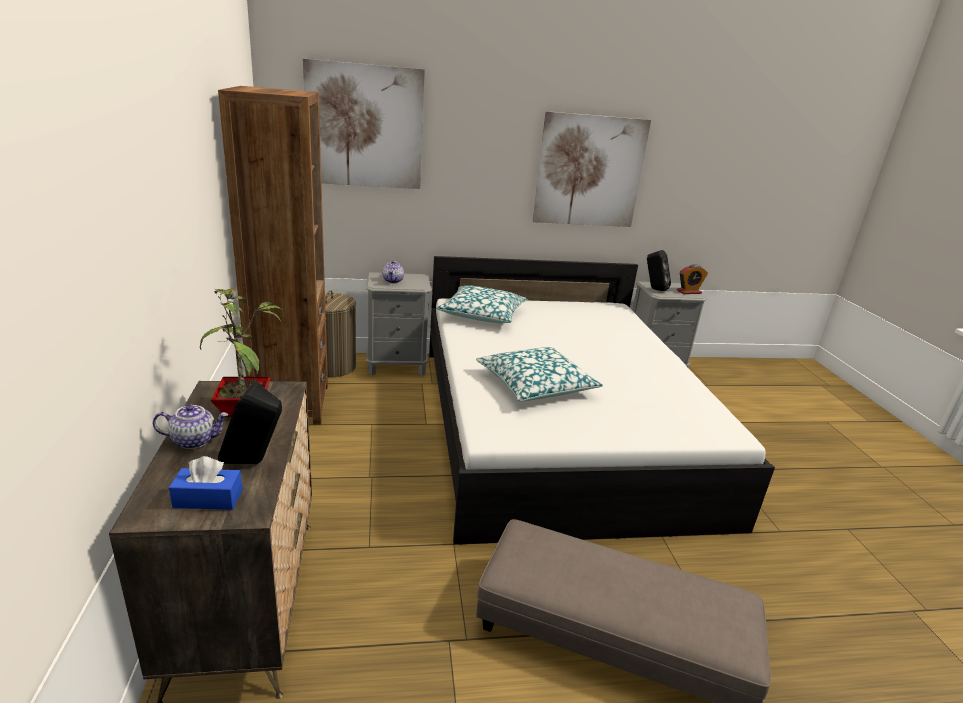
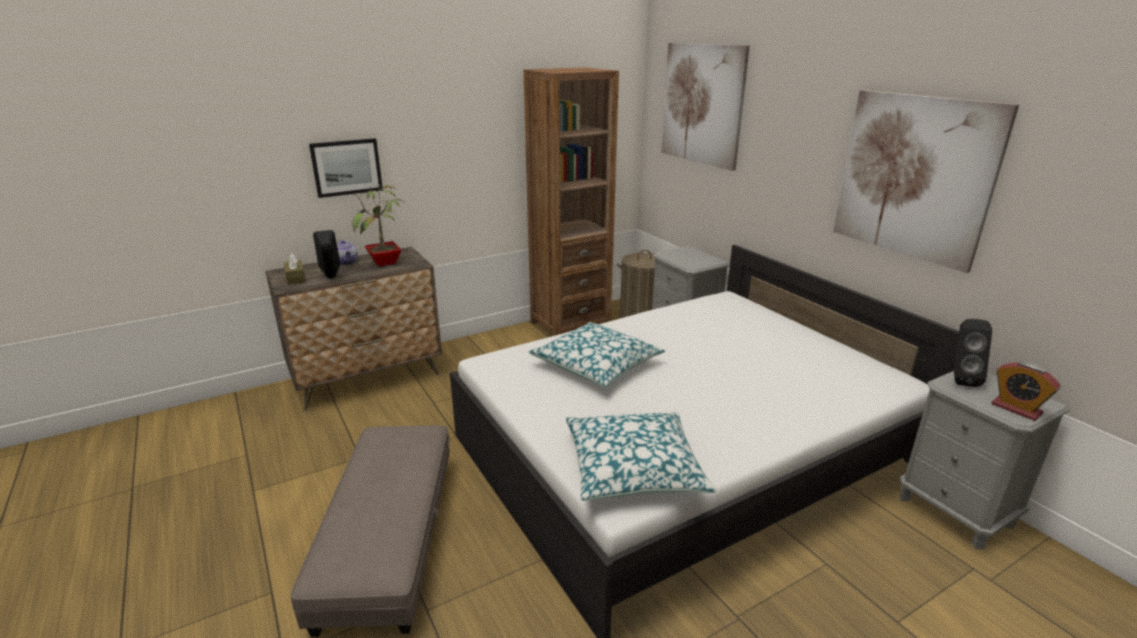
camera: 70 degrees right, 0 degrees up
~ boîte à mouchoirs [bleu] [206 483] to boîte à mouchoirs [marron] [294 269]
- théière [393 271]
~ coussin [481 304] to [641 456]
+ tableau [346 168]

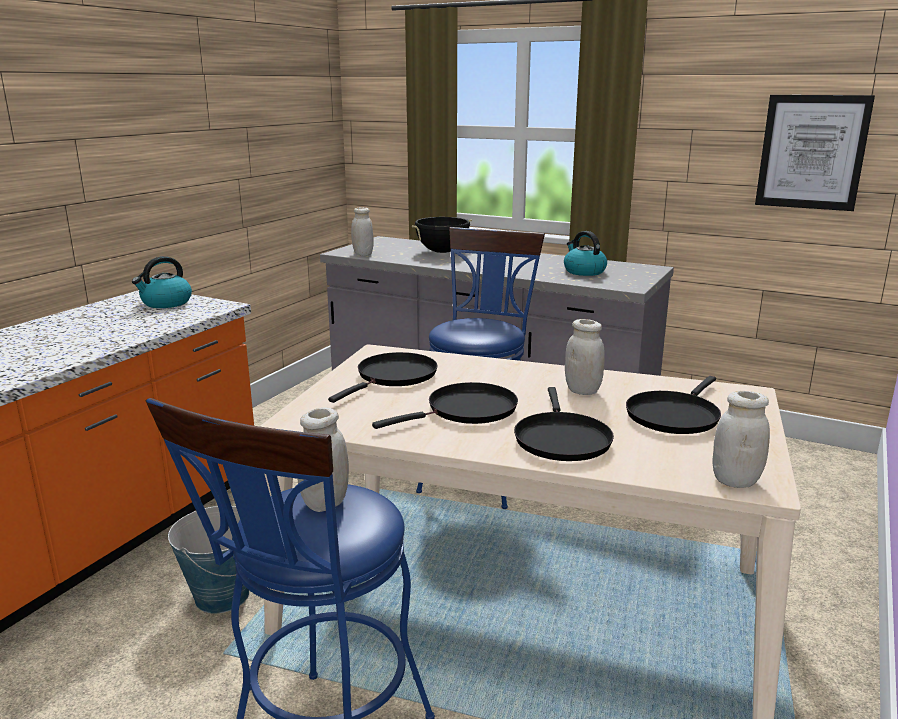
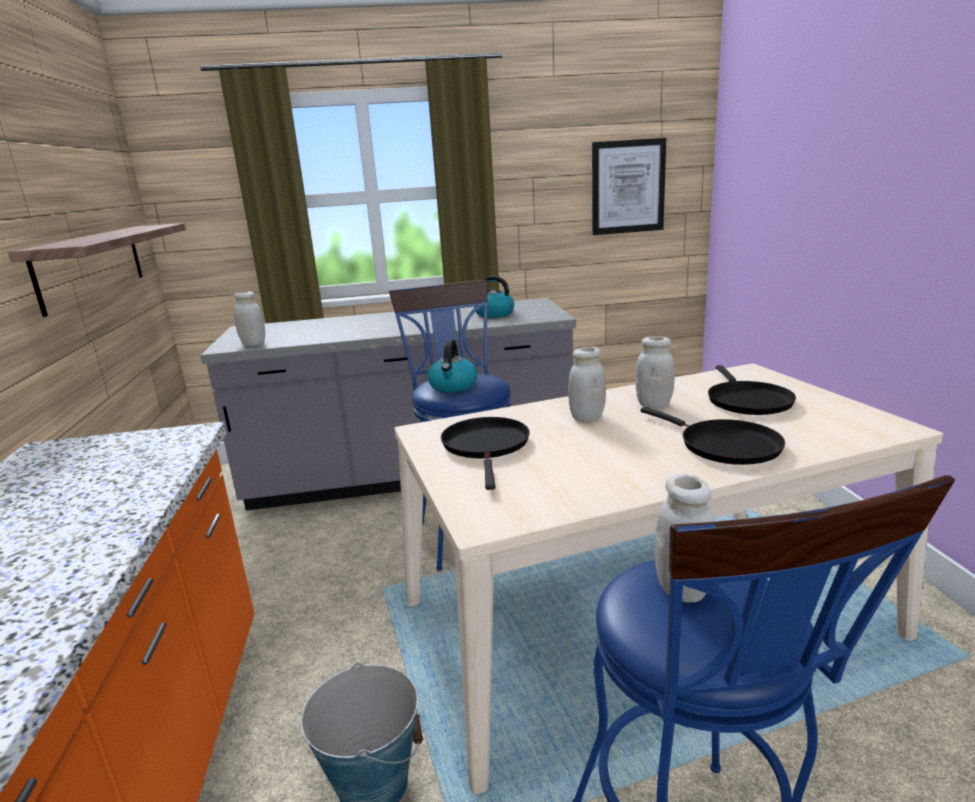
camera: 35 degrees left, 0 degrees up
~ bouilloire [162 282] to [452 365]
- poêle [noir] [445 405]
- marmite [noir] [442 235]
~ bocal [blanc] [741 439] to [587 384]
+ étagère [97 270]

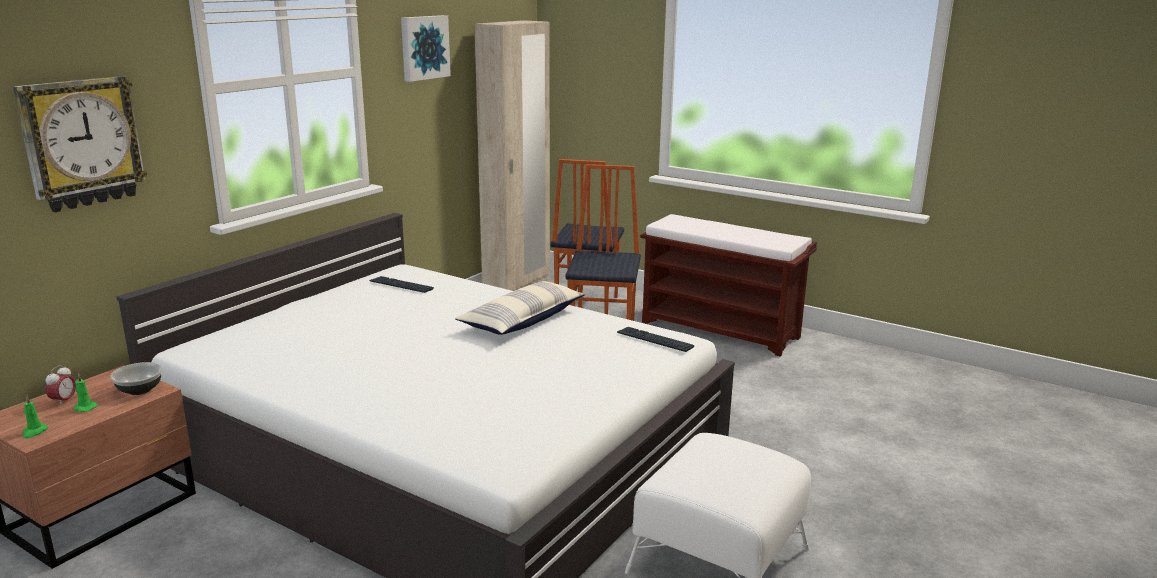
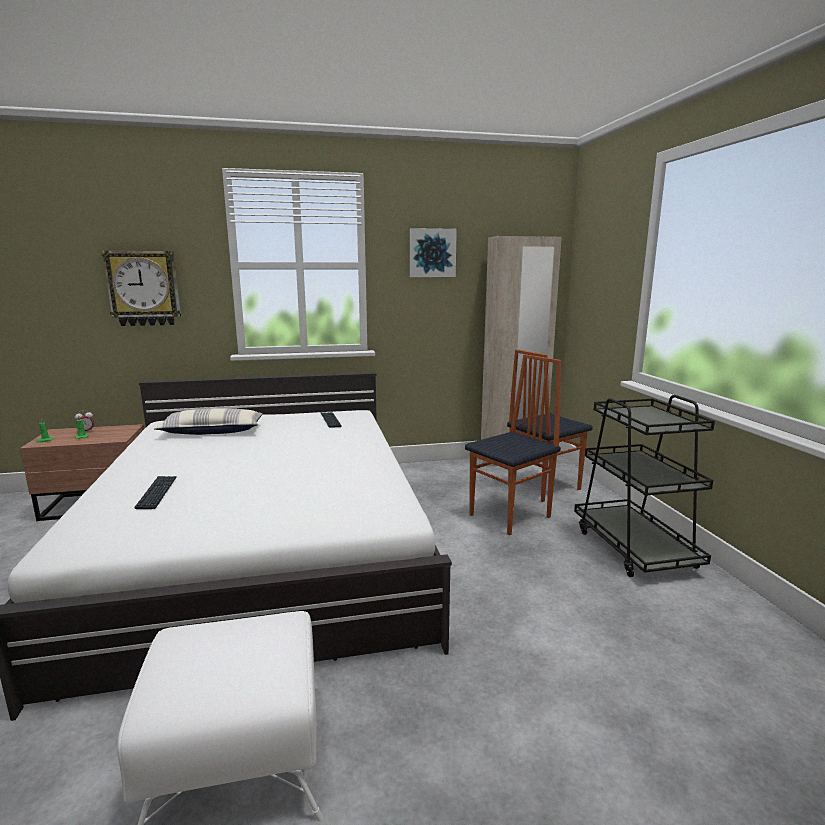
camera: 45 degrees right, 5 degrees down
- bol [136 378]
~ coussin [520 308] to [208 421]
~ clavier [656 339] to [156 492]
~ banc [marron] [728 285] to chariot [noir] [644 486]

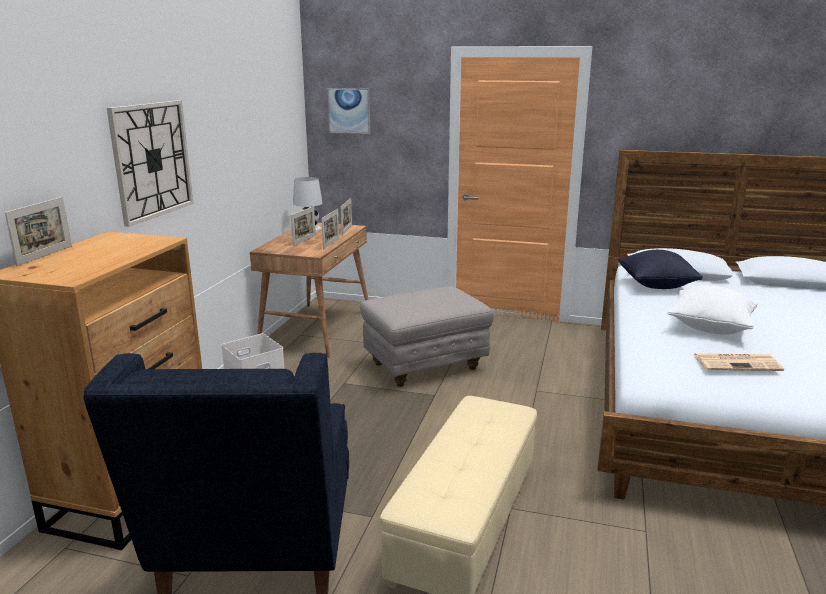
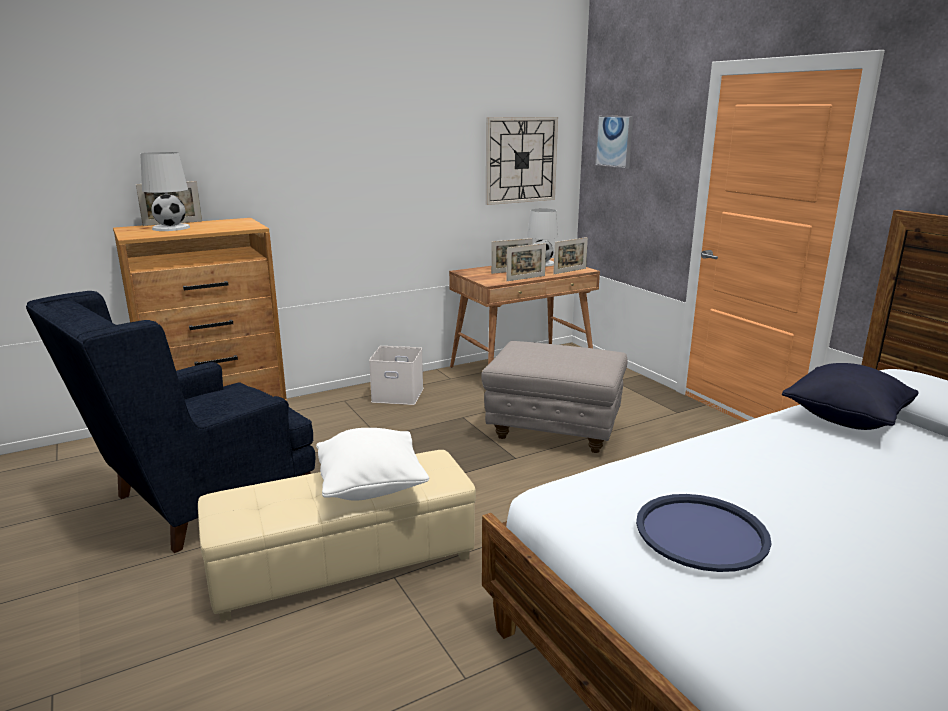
camera: 45 degrees right, 0 degrees up
~ horloge murale [150 163] to [522 161]
~ coussin [blanc] [712 310] to [372 464]
~ journal [739 362] to plateau [bleu] [703 533]
+ lampe de table [blanc] [165 191]

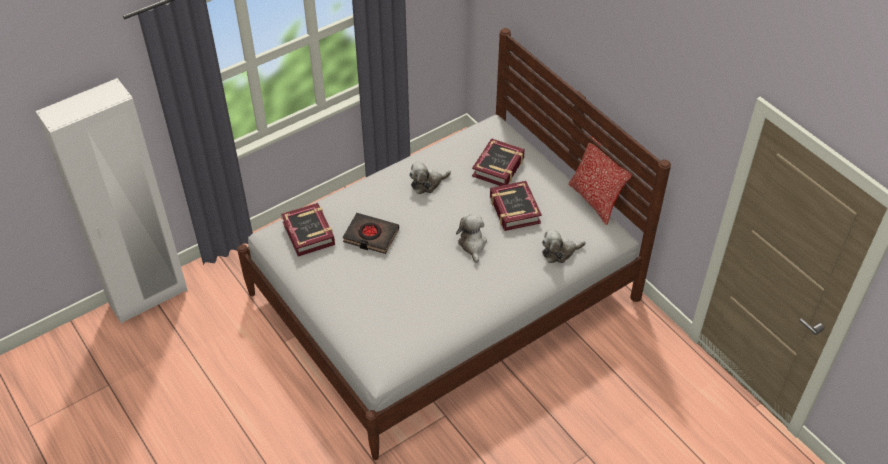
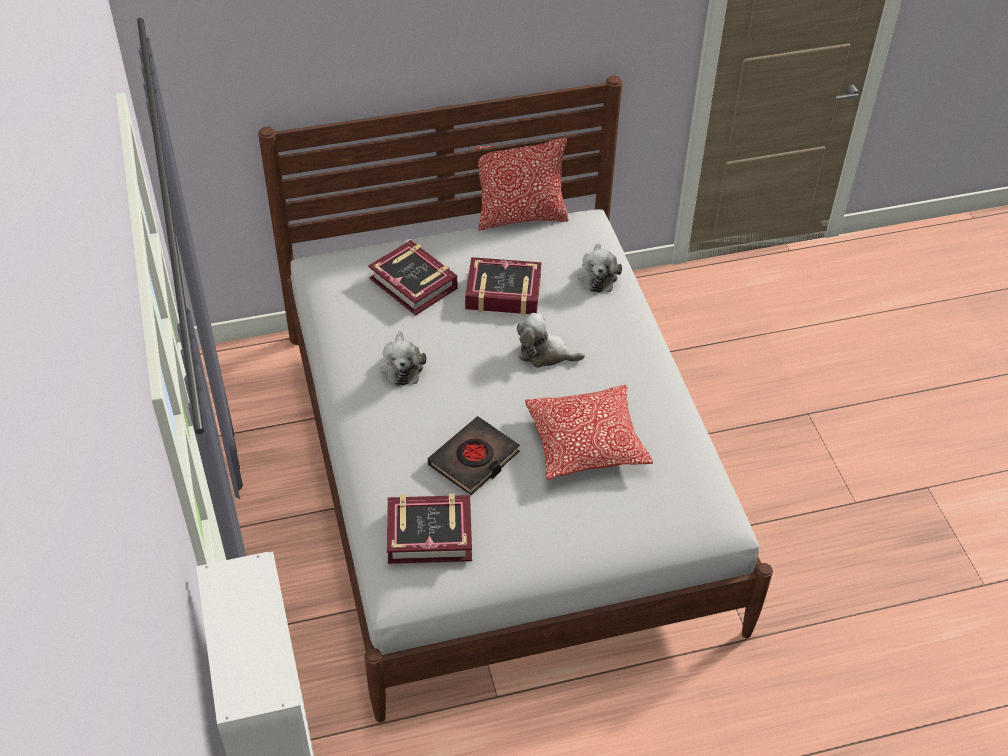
camera: 70 degrees left, 0 degrees up
+ coussin [589 432]

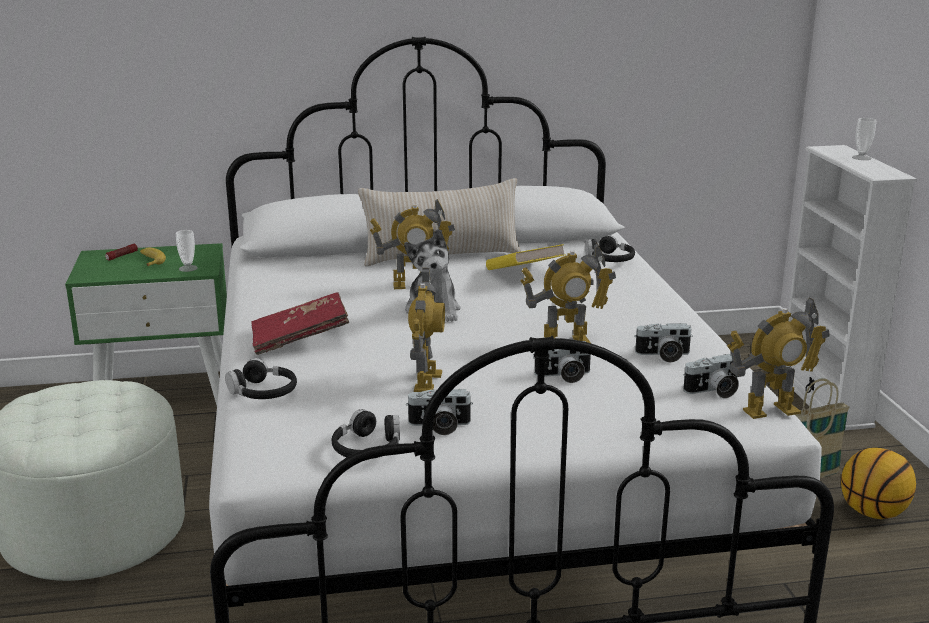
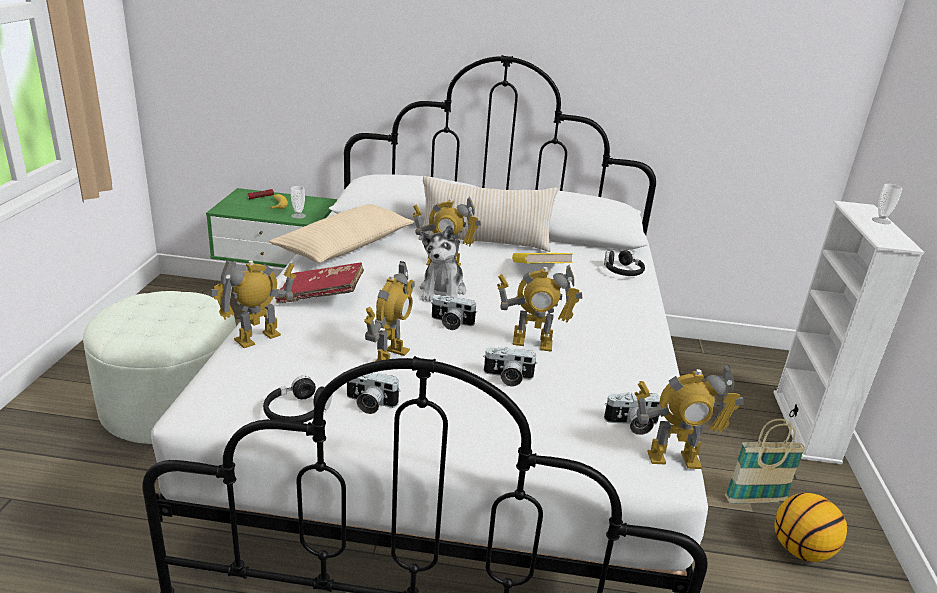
camera: 15 degrees right, 5 degrees up
~ casque audio [noir] [261 378] to robot jouet [253 304]
~ appareil photo [663 343] to [454 312]
+ coussin [beige] [341 233]

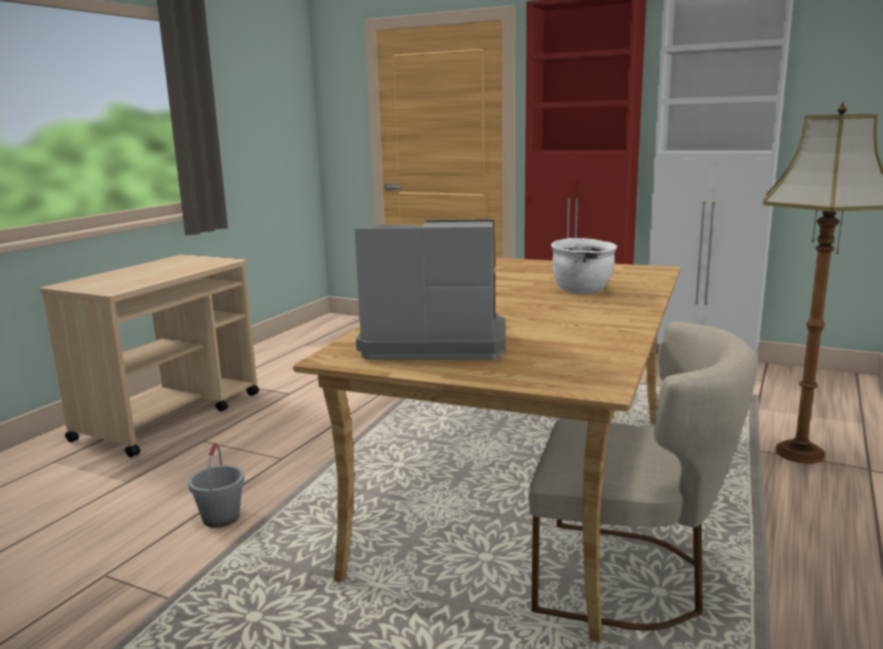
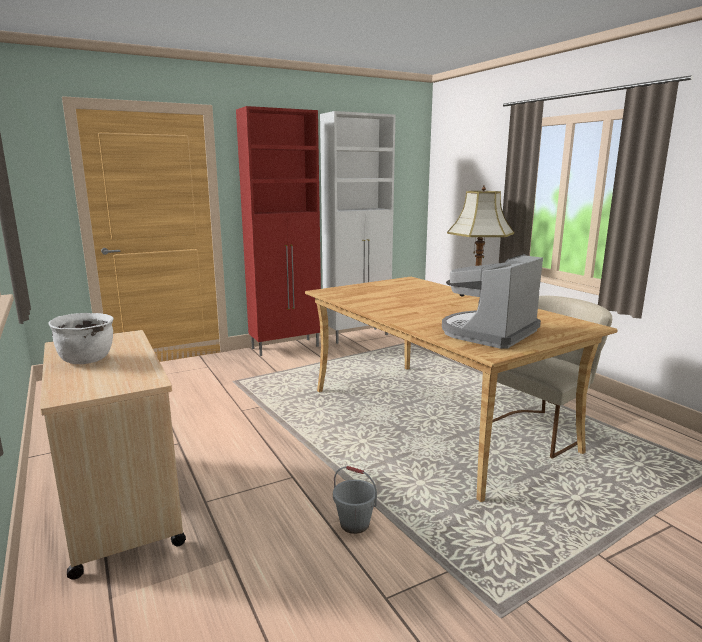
camera: 55 degrees left, 0 degrees up
~ marmite [blanc] [584 266] to [81 338]

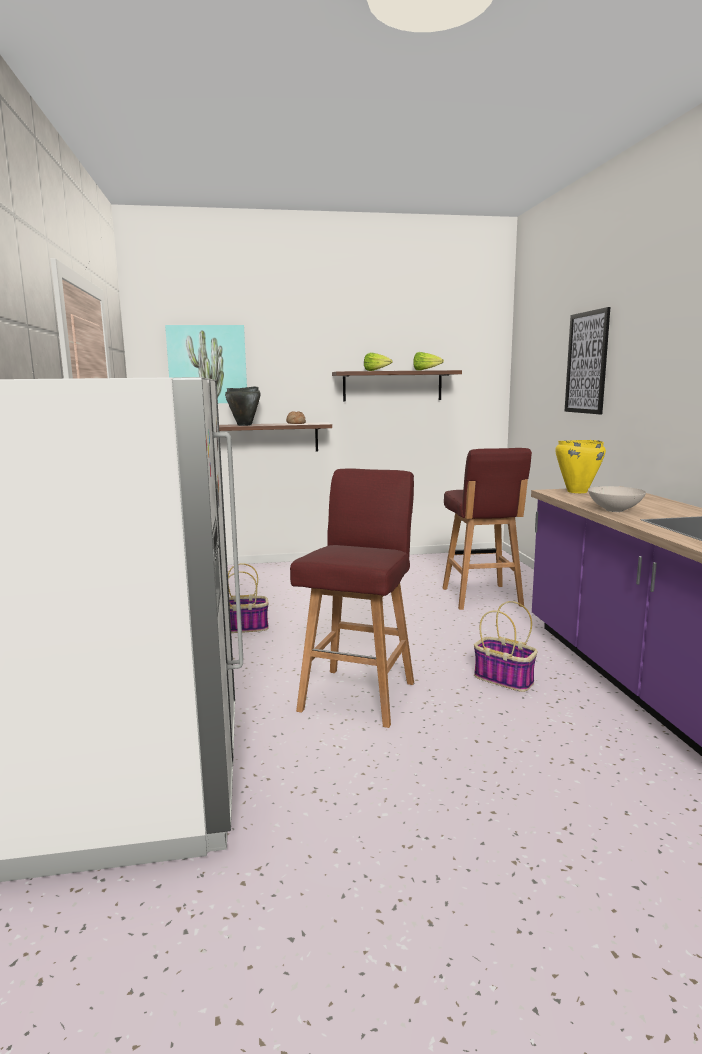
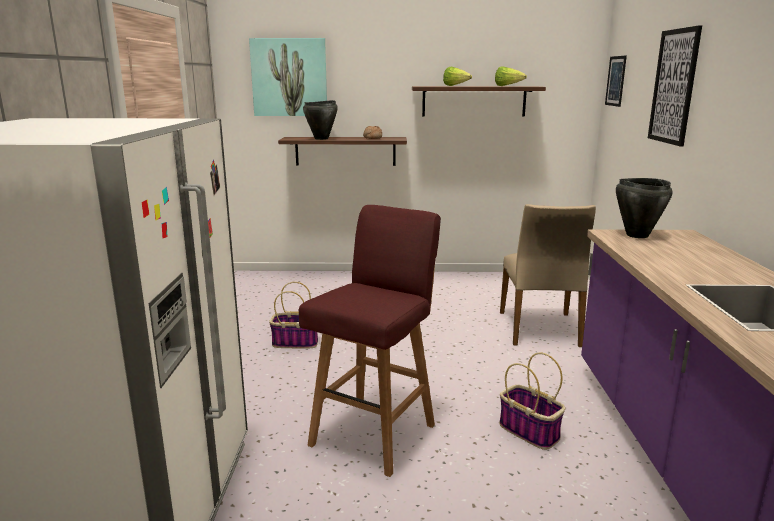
camera: 10 degrees right, 5 degrees up
~ tabouret [rouge] [487 529] to chaise [beige] [548 275]
~ marmite [jaune] [580 466] to marmite [noir] [644 208]
- bol [blanc] [617 499]
+ tableau [616 81]

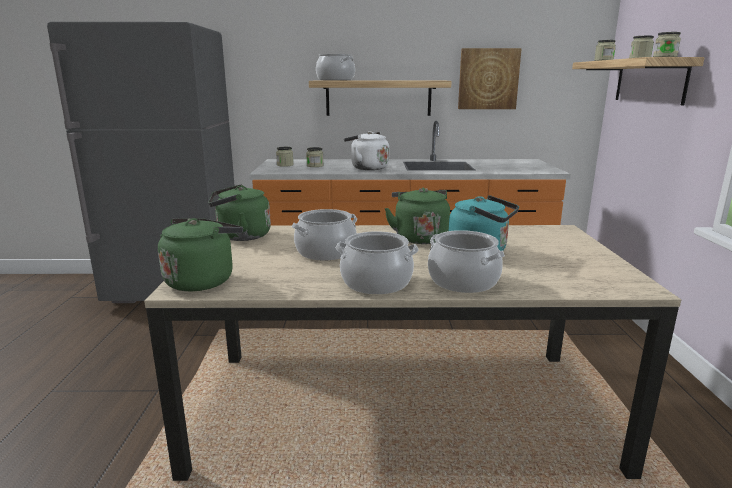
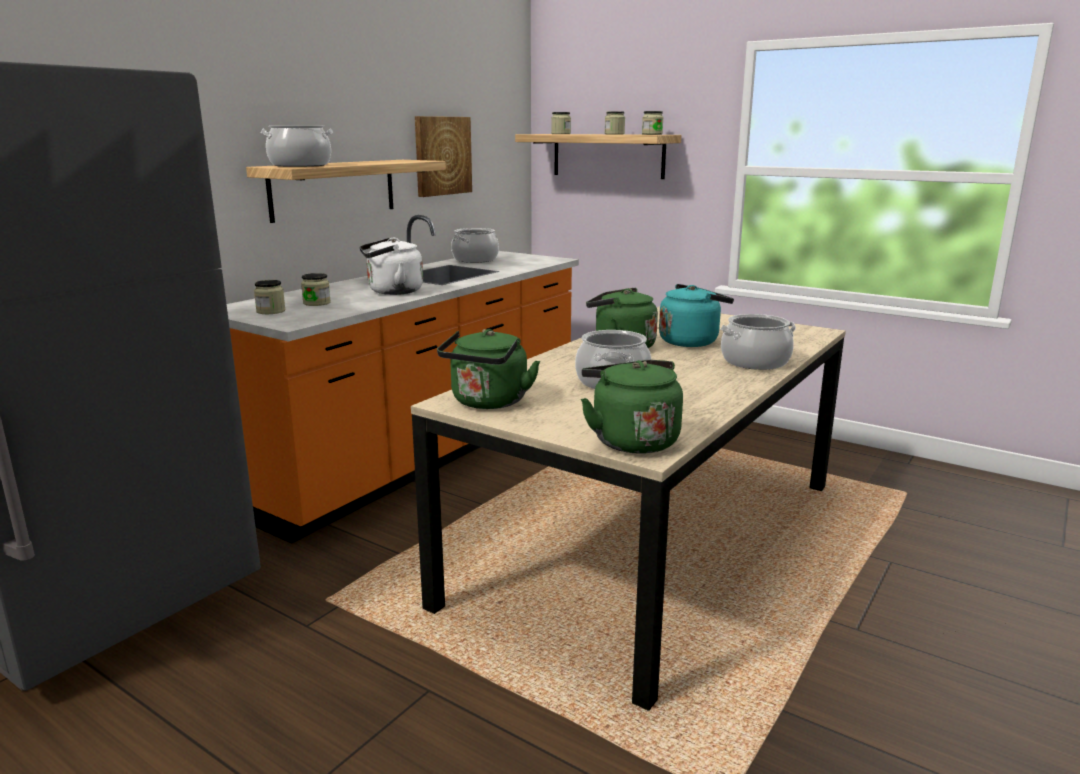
camera: 55 degrees left, 0 degrees up
~ marmite [377 262] to [475 245]

